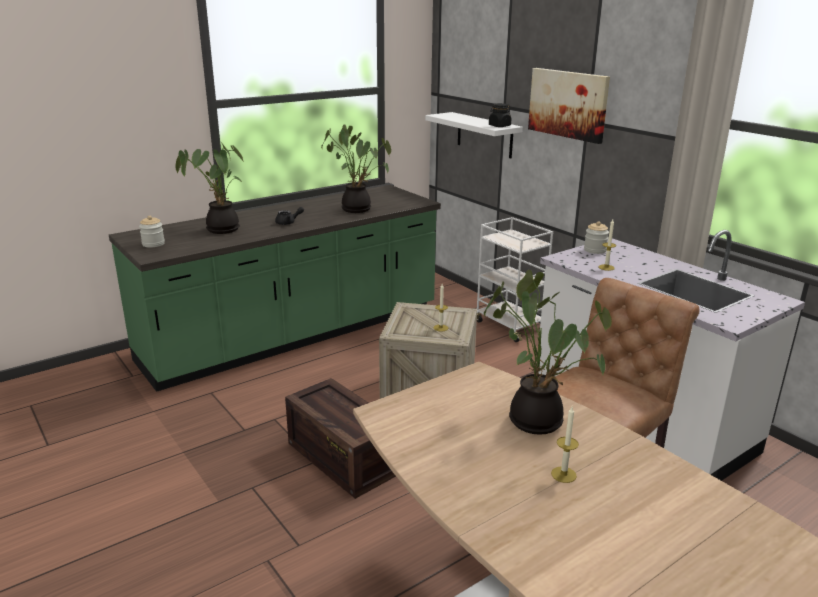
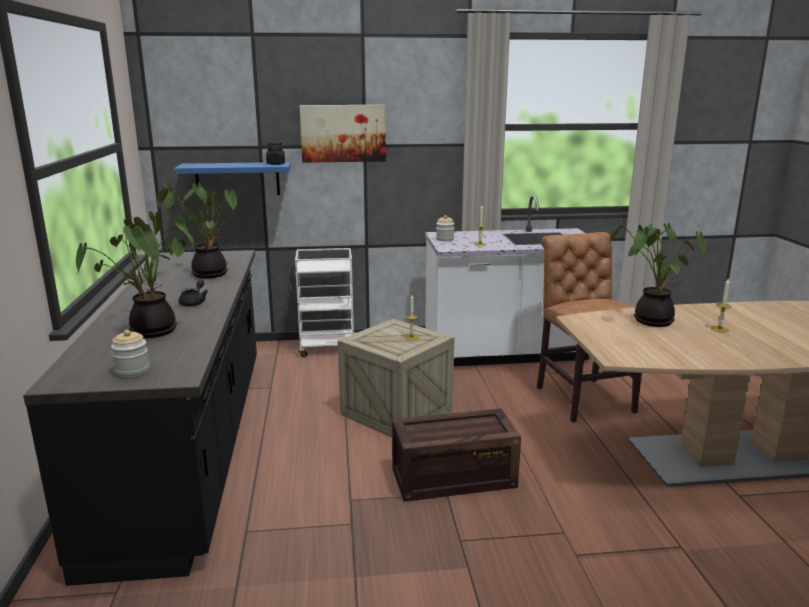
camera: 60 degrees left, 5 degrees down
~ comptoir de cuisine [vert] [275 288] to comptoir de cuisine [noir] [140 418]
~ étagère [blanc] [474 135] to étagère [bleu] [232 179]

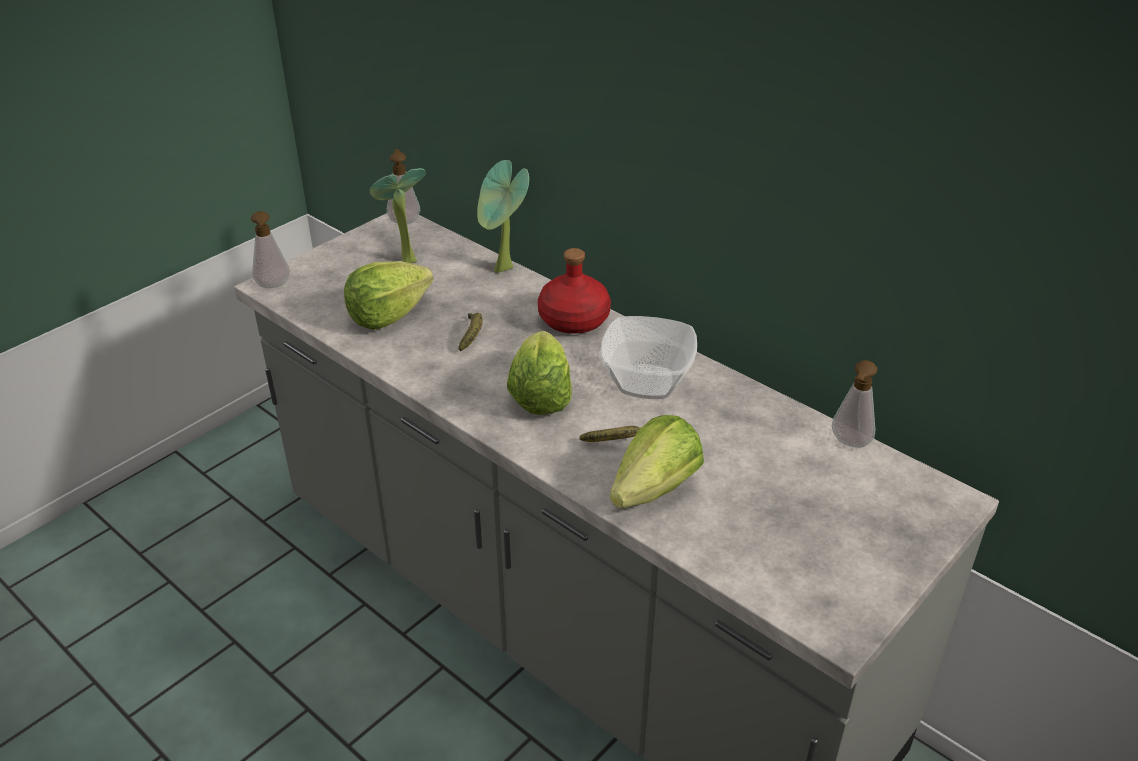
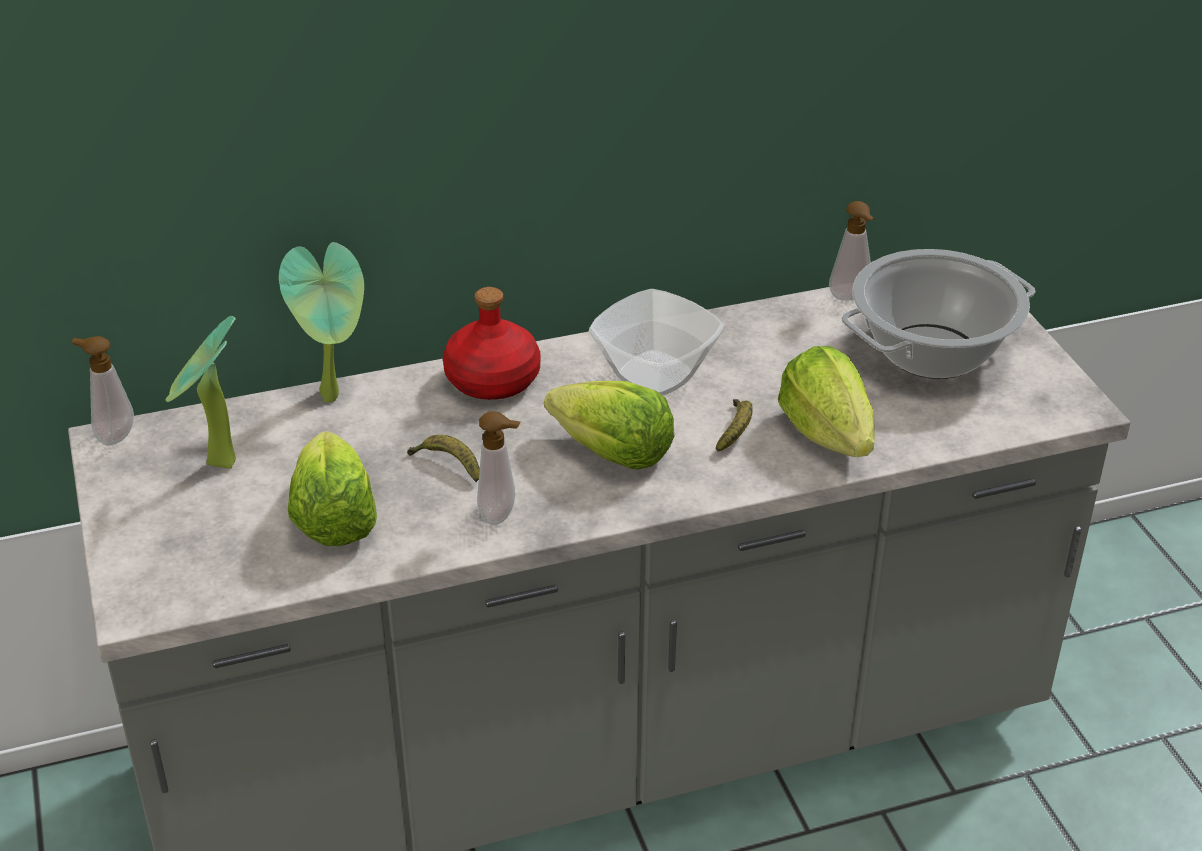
camera: 60 degrees left, 0 degrees up
~ distributeur de savon [270 249] to [498 468]
+ marmite [938 314]

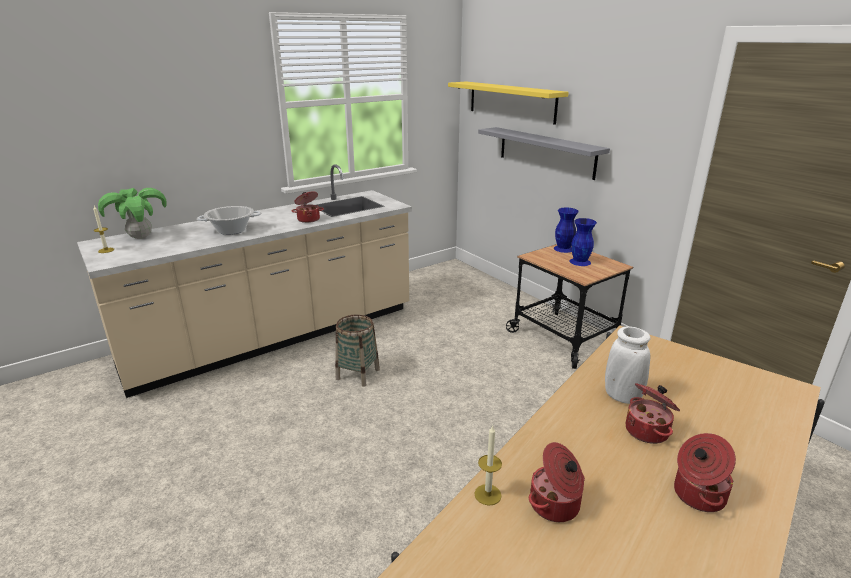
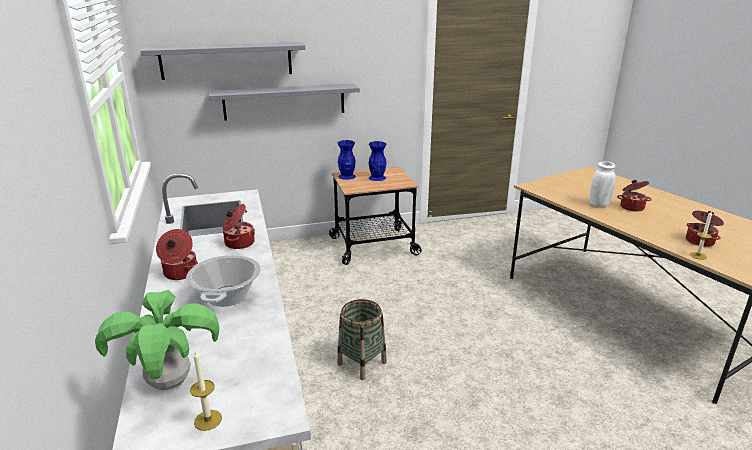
camera: 70 degrees left, 0 degrees up
~ étagère [jaune] [508 103] to étagère [gris] [223 61]
~ marmite [705 472] to [177 254]

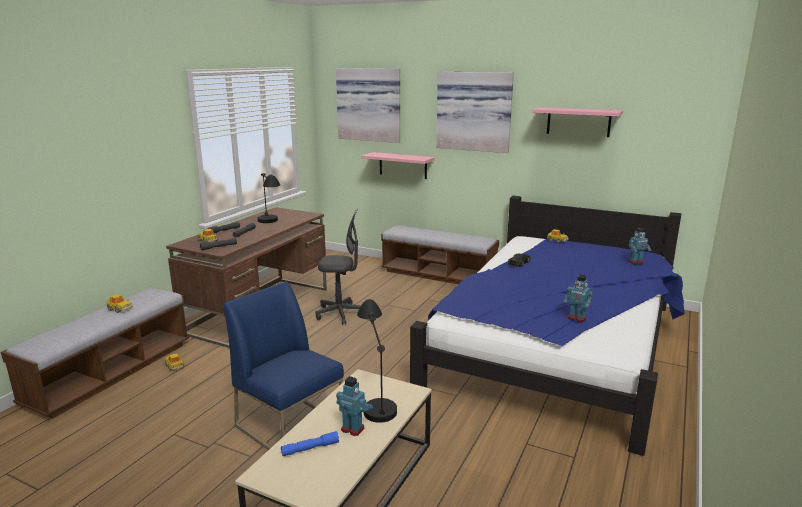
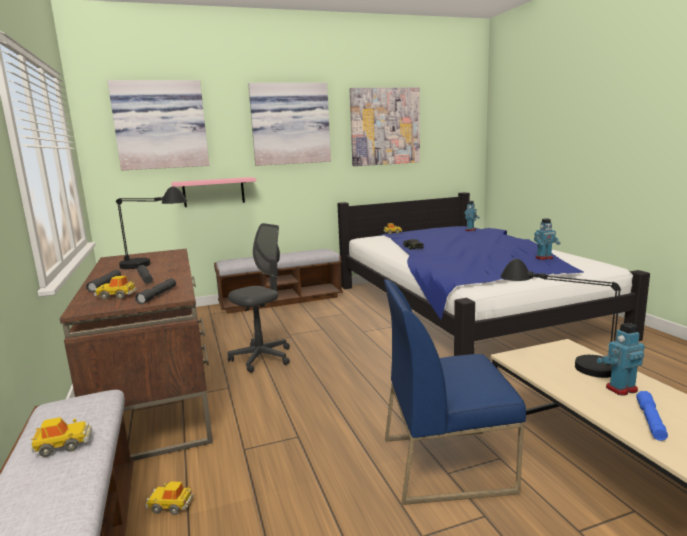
camera: 45 degrees left, 5 degrees down
~ étagère [rose] [577 122] to tableau [384 126]

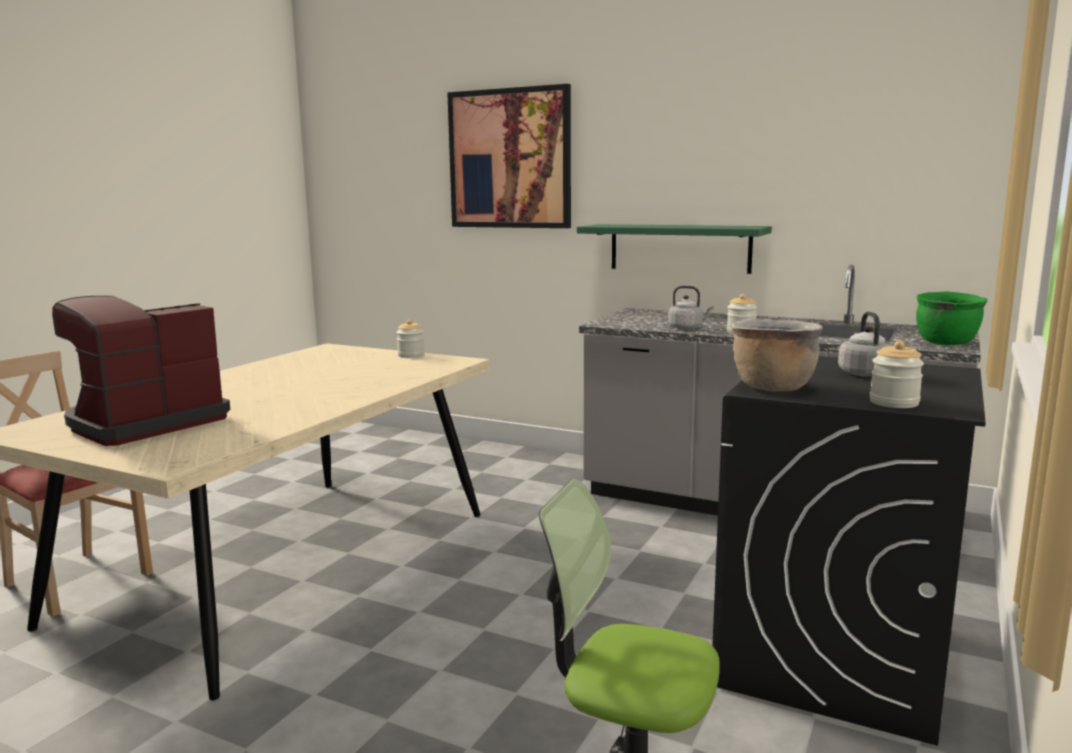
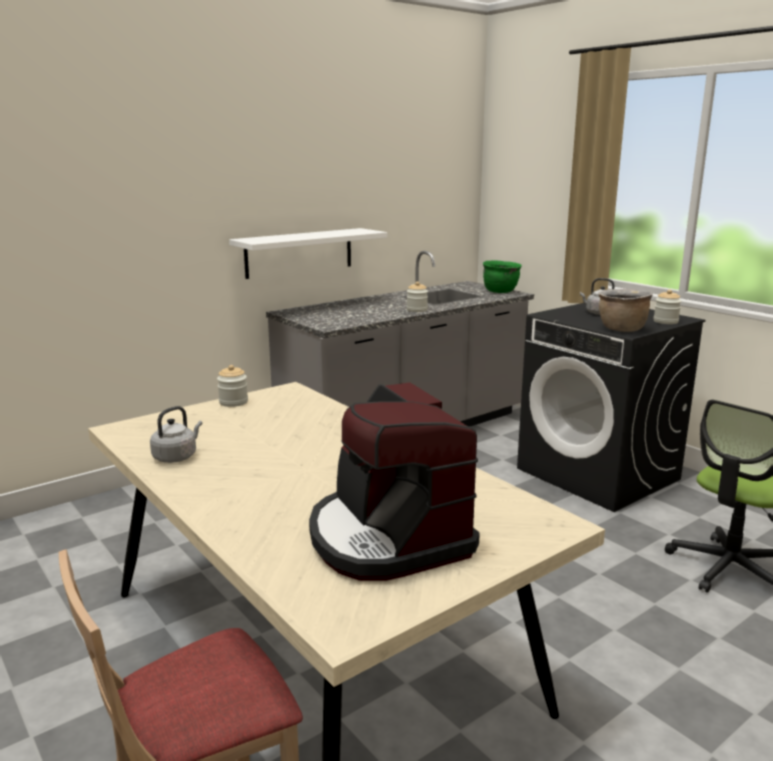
camera: 65 degrees left, 5 degrees up
- tableau [509 156]
~ étagère [vert] [674 249] to étagère [blanc] [308 253]
~ bouilloire [gris] [691 308] to [176 434]

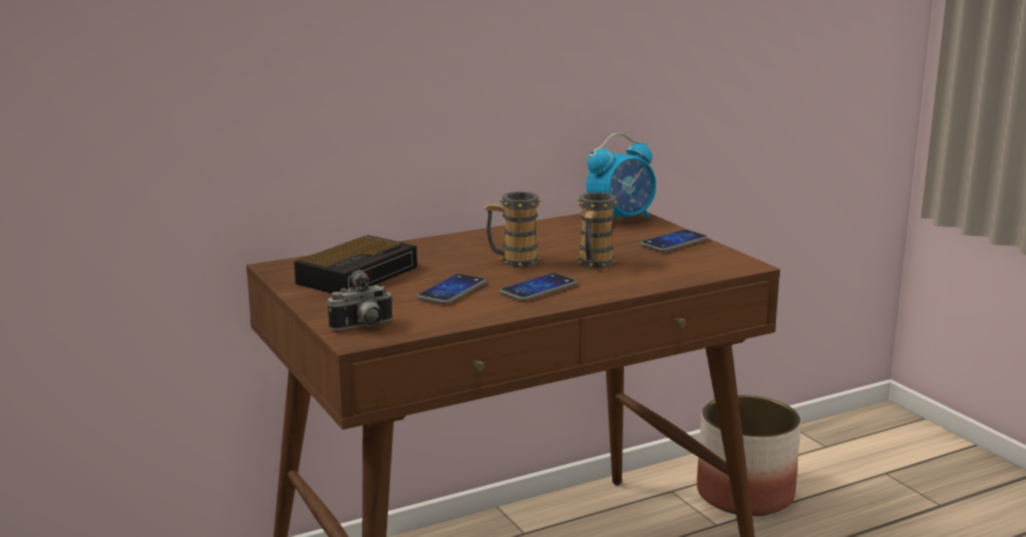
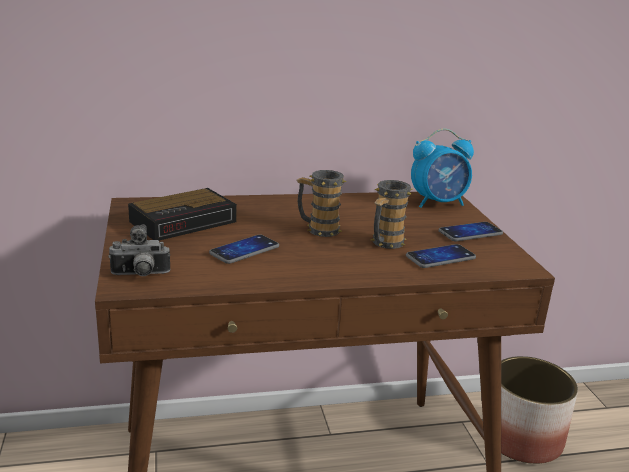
camera: 15 degrees right, 5 degrees up
~ téléphone [538 287] to [441 256]

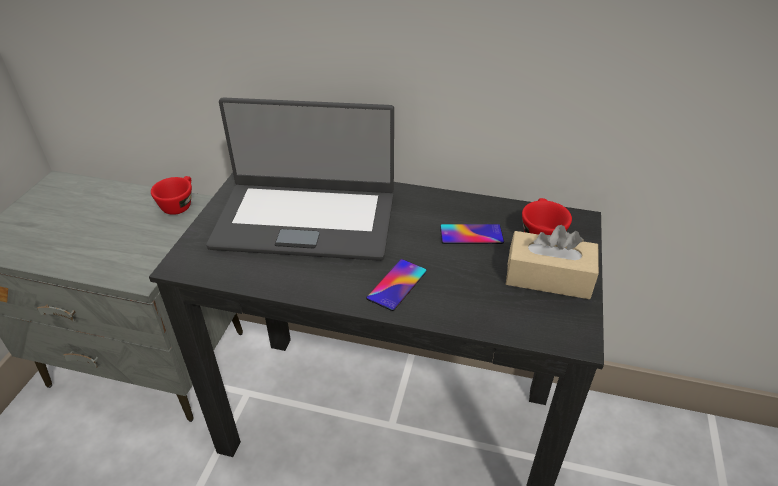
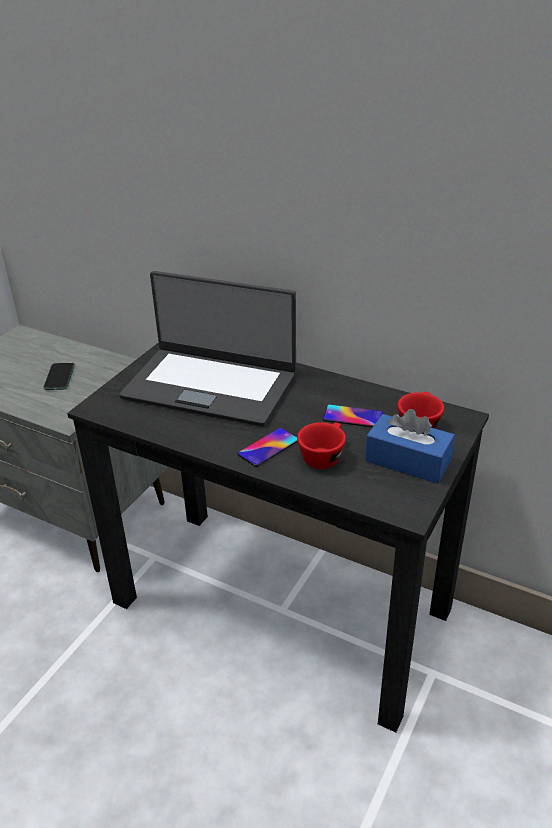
camera: 15 degrees right, 5 degrees down
~ tasse [rouge] [171 195] to [321 445]
~ boîte à mouchoirs [beige] [552 262] to boîte à mouchoirs [bleu] [410 446]
+ téléphone [59 376]

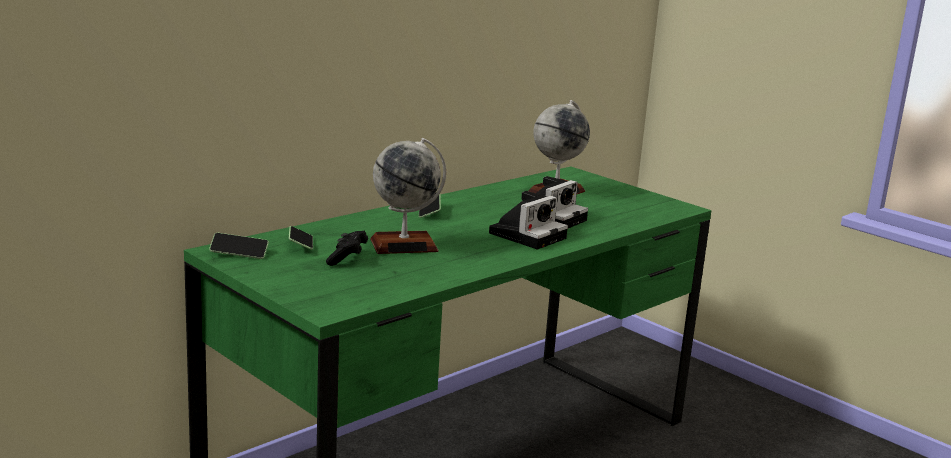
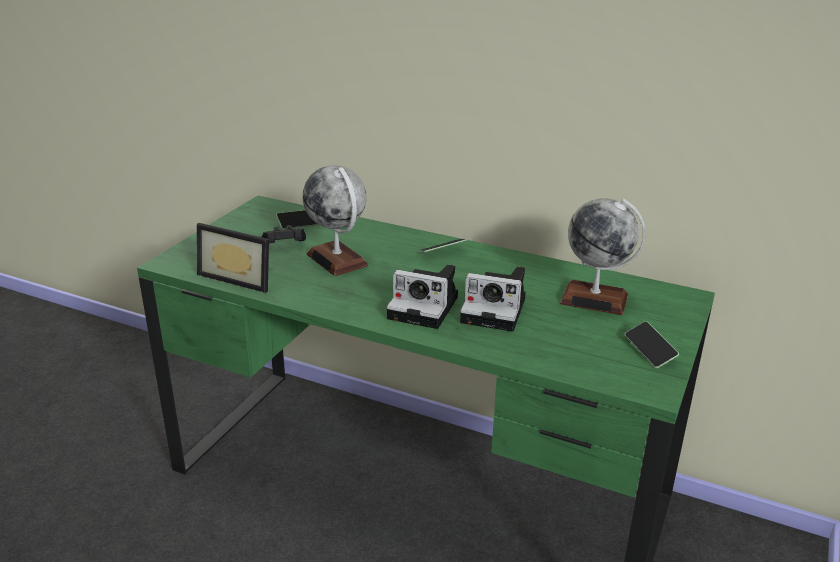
camera: 70 degrees right, 10 degrees up
~ téléphone [239 246] to [651 344]
+ cadre photo [233 258]

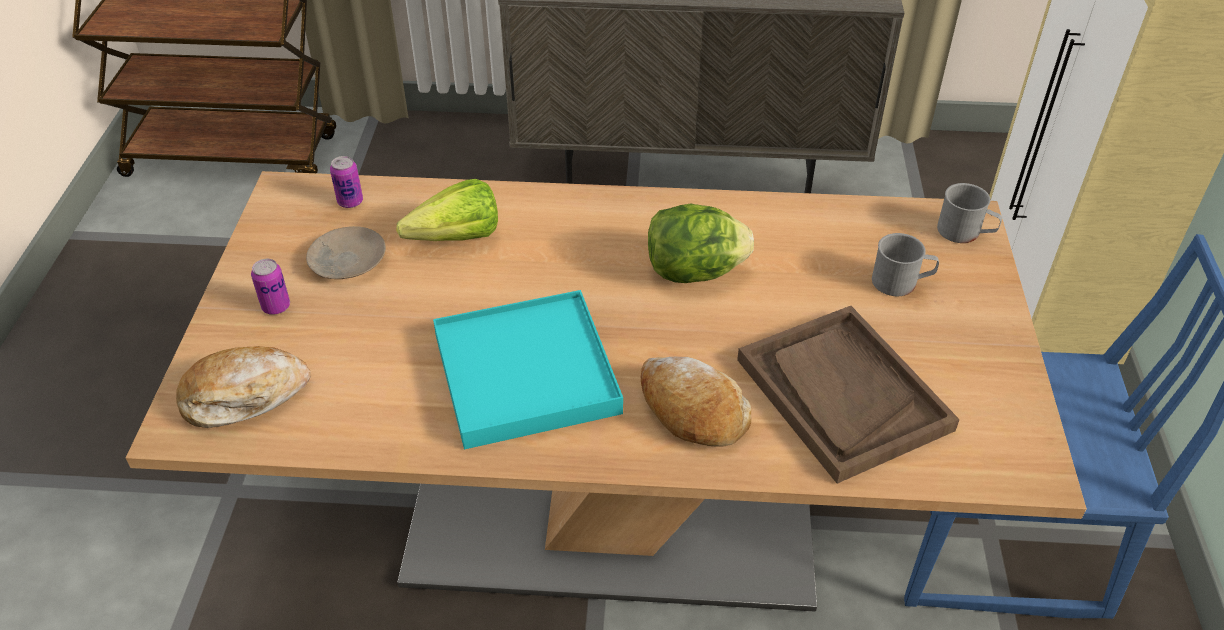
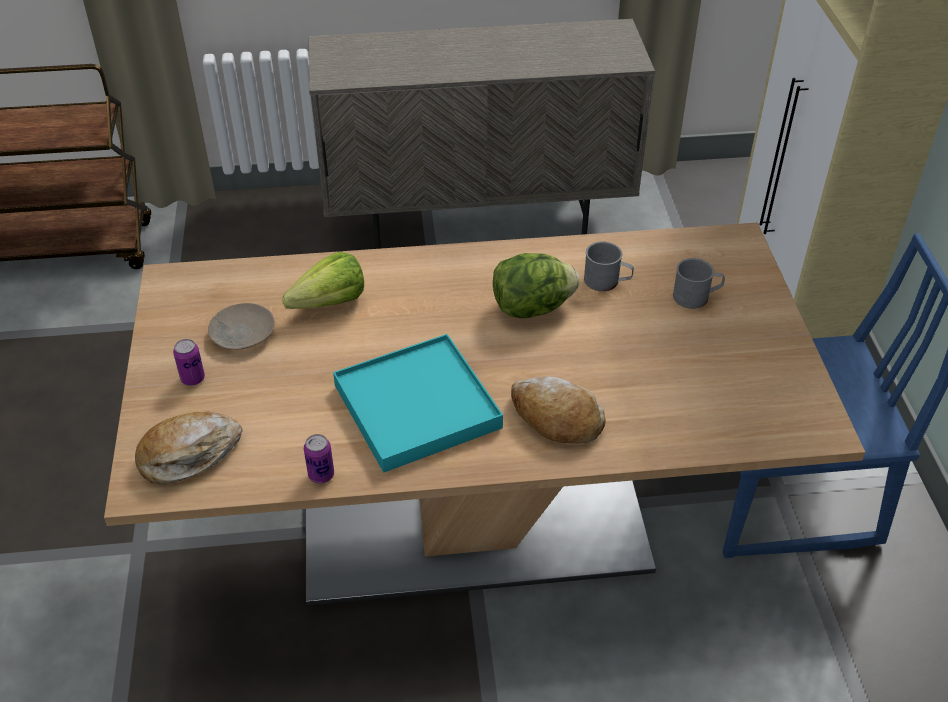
camera: 10 degrees left, 0 degrees up
~ boîte métallique [346 182] to [319 458]
- plateau [marron] [848 395]
~ mug [gris] [969 213] to [609 266]

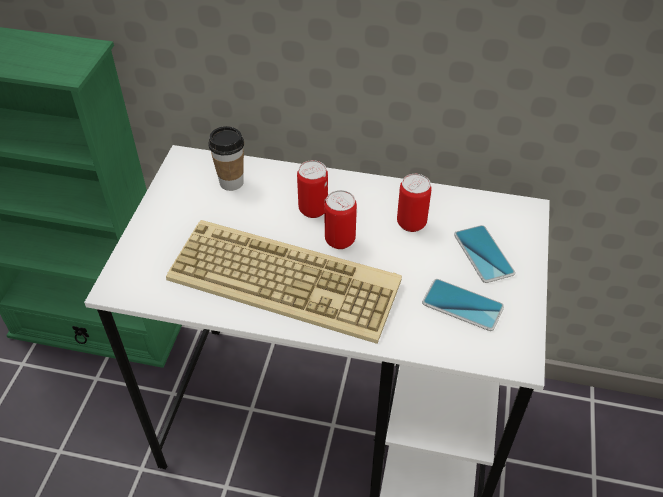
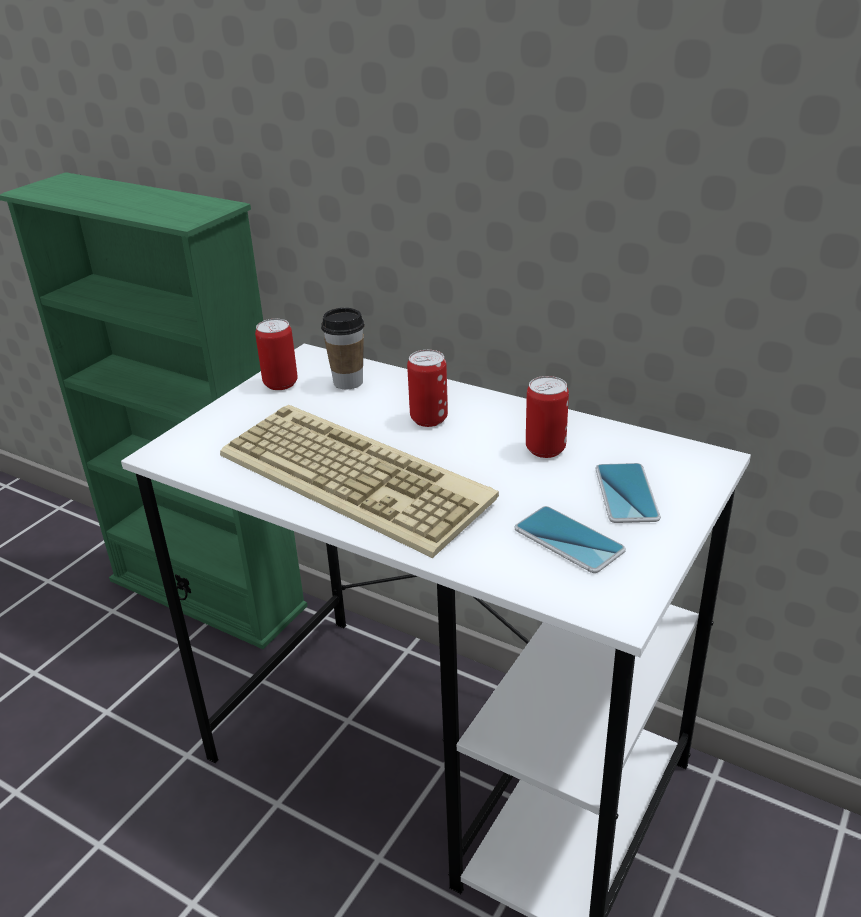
camera: 20 degrees right, 15 degrees down
~ boîte métallique [340 219] to [276 354]

